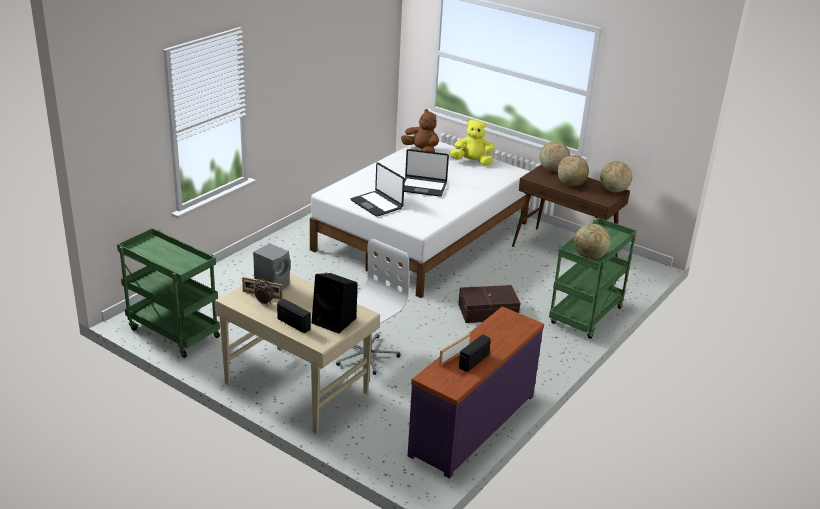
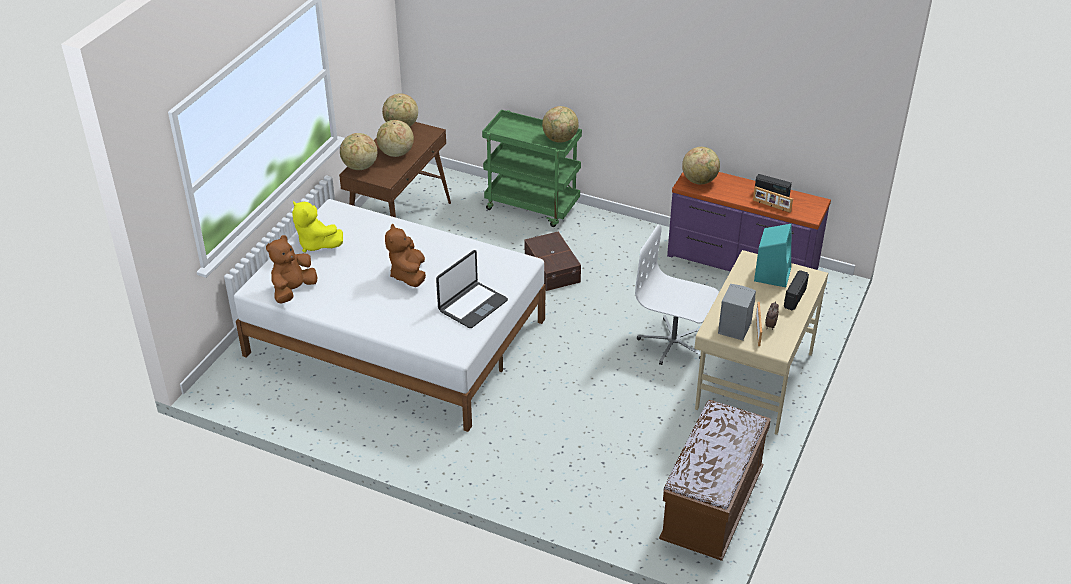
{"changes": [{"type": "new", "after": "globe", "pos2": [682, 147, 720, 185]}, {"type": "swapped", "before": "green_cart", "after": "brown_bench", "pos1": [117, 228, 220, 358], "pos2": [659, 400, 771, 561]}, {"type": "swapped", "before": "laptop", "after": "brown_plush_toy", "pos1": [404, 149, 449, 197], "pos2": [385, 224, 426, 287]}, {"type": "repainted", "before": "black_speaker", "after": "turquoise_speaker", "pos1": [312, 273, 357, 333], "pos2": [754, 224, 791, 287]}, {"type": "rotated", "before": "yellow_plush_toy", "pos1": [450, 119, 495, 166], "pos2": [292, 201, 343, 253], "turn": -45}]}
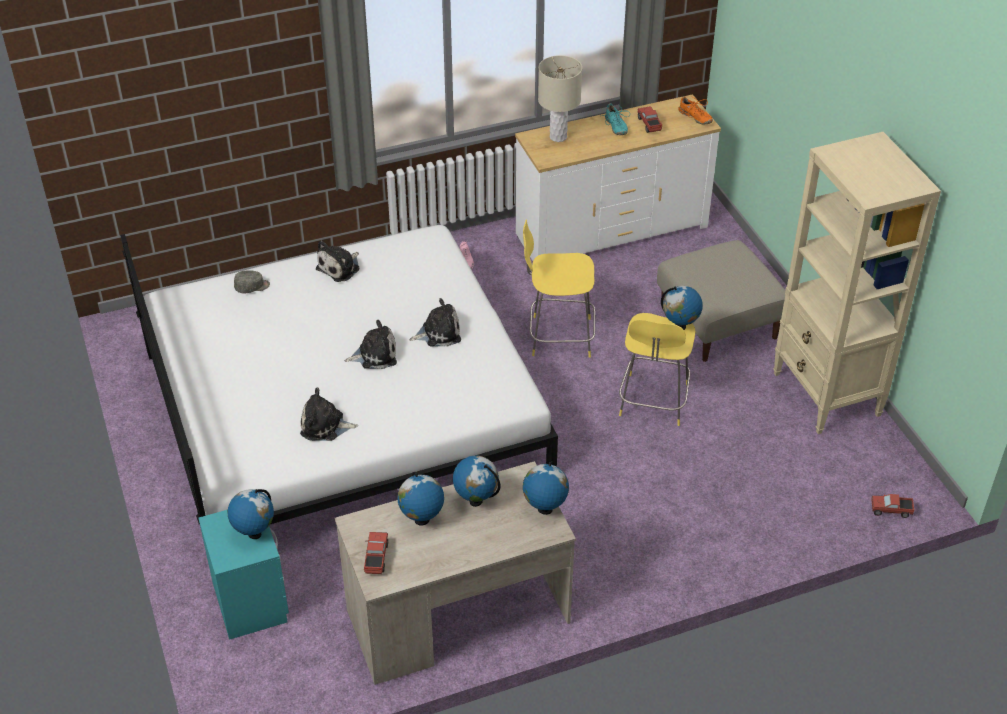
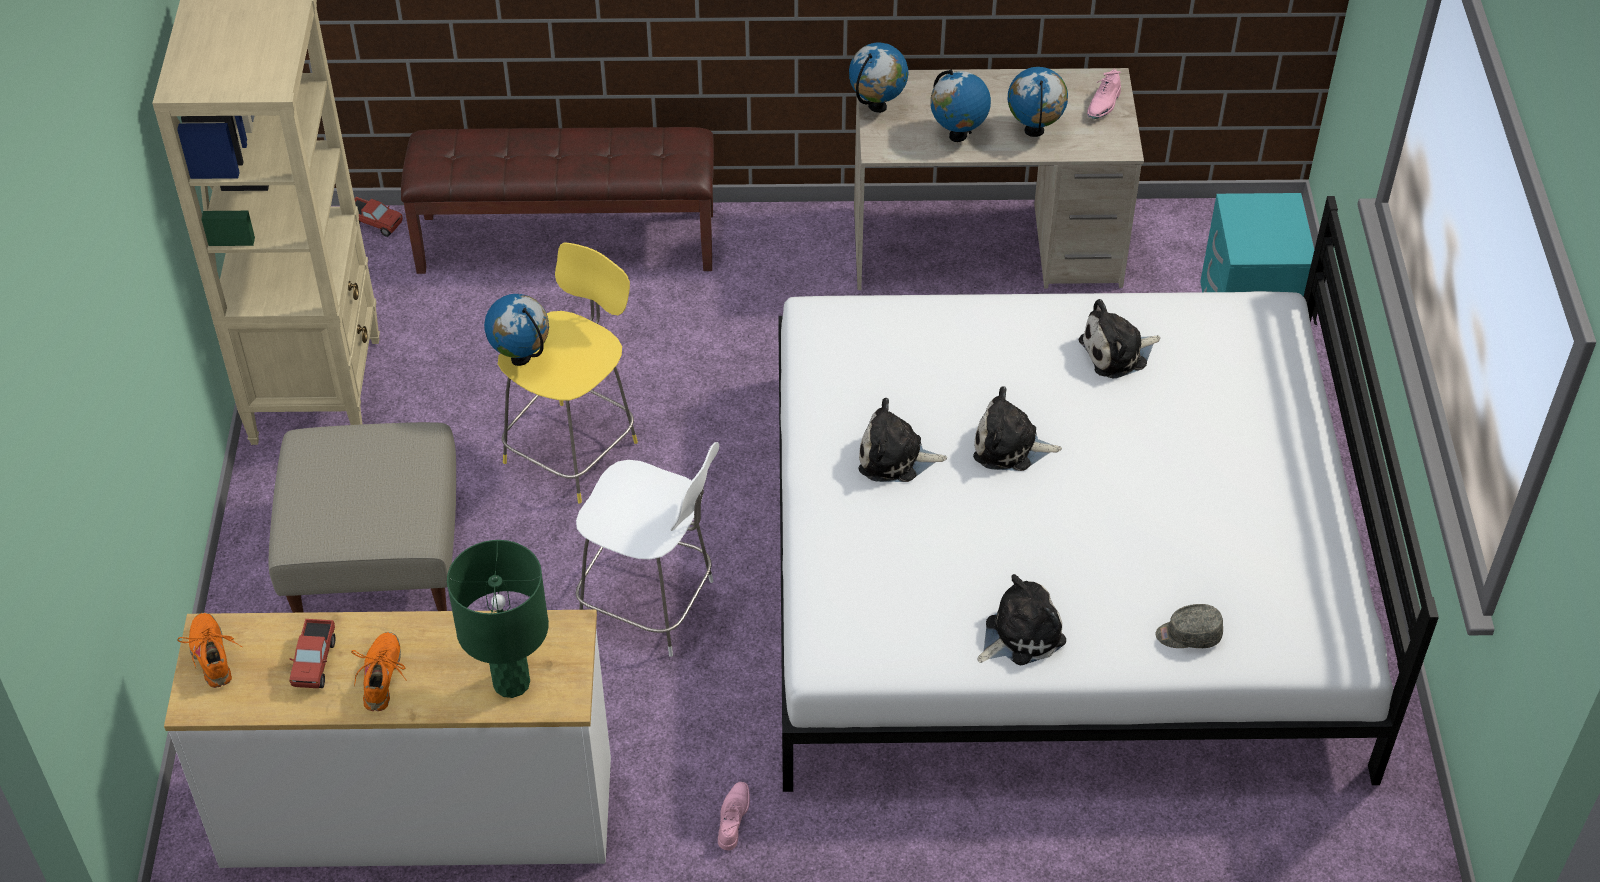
{"changes": [{"type": "gone", "before": "globe", "pos1": [228, 489, 274, 539]}, {"type": "new", "after": "brown_bench", "pos2": [401, 127, 714, 274]}, {"type": "swapped", "before": "toy_truck", "after": "pink_shoe", "pos1": [364, 532, 389, 574], "pos2": [1087, 68, 1121, 119]}, {"type": "repainted", "before": "yellow_stool", "after": "white_stool", "pos1": [523, 219, 595, 358], "pos2": [576, 442, 719, 657]}, {"type": "repainted", "before": "beige_table_lamp", "after": "green_table_lamp", "pos1": [538, 55, 582, 142], "pos2": [447, 540, 549, 698]}, {"type": "repainted", "before": "turquoise_shoe", "after": "orange_shoe", "pos1": [603, 103, 630, 135], "pos2": [351, 632, 407, 711]}, {"type": "rotated", "before": "plush_toy", "pos1": [300, 388, 358, 441], "pos2": [1078, 299, 1160, 378], "turn": 135}]}
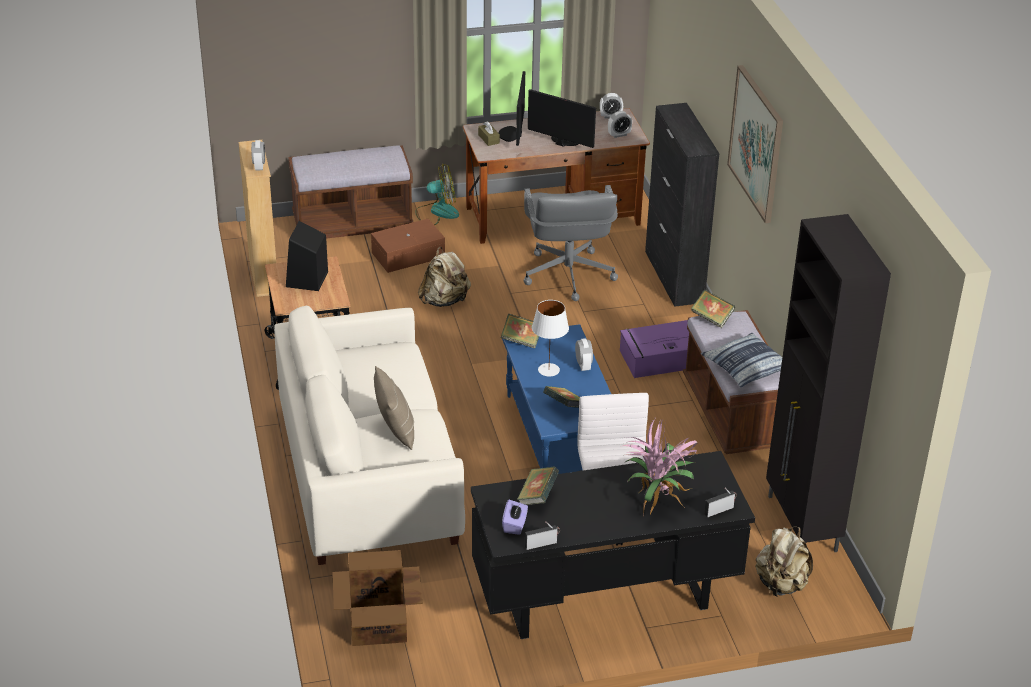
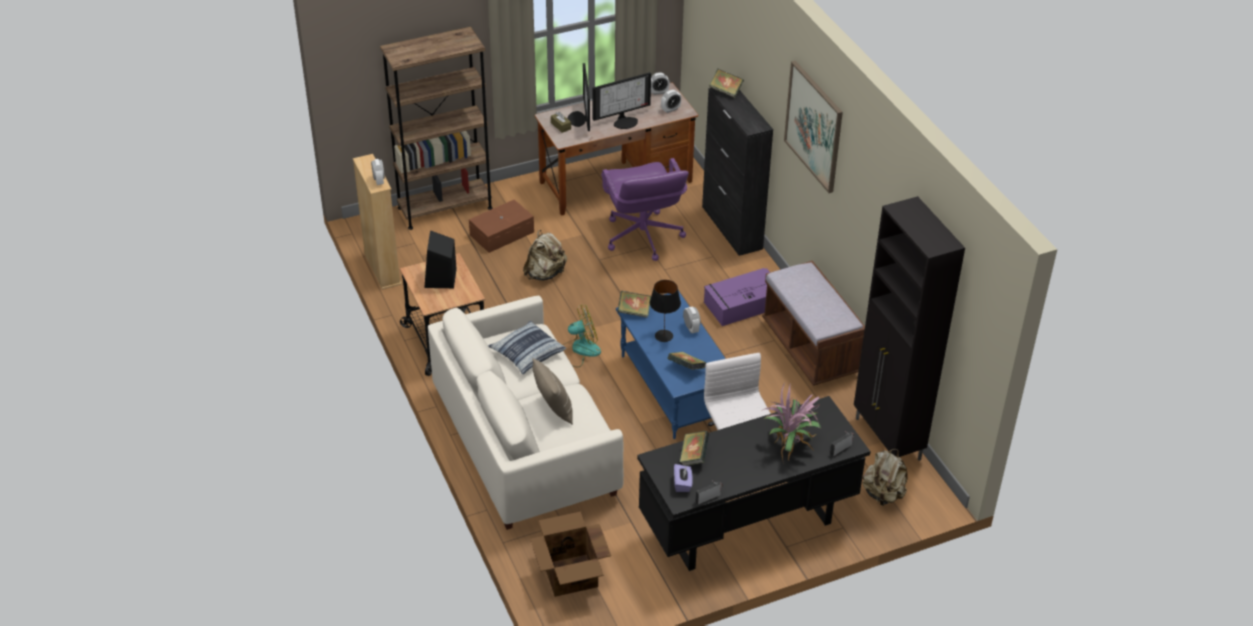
{"changes": [{"type": "shifted", "before": "fan", "pos1": [415, 164, 459, 225], "pos2": [563, 305, 601, 368]}, {"type": "shifted", "before": "book", "pos1": [691, 290, 735, 328], "pos2": [709, 69, 744, 98]}, {"type": "shifted", "before": "pillow", "pos1": [701, 333, 782, 387], "pos2": [488, 321, 566, 374]}, {"type": "swapped", "before": "brown_bench", "after": "brown_bookcase", "pos1": [288, 145, 413, 239], "pos2": [380, 27, 493, 230]}, {"type": "repainted", "before": "grey_office_chair", "after": "purple_office_chair", "pos1": [524, 185, 618, 301], "pos2": [601, 158, 689, 261]}, {"type": "repainted", "before": "white_table_lamp", "after": "black_table_lamp", "pos1": [532, 300, 569, 377], "pos2": [650, 280, 681, 342]}, {"type": "rotated", "before": "monitor", "pos1": [528, 89, 596, 148], "pos2": [592, 72, 651, 129], "turn": 135}]}
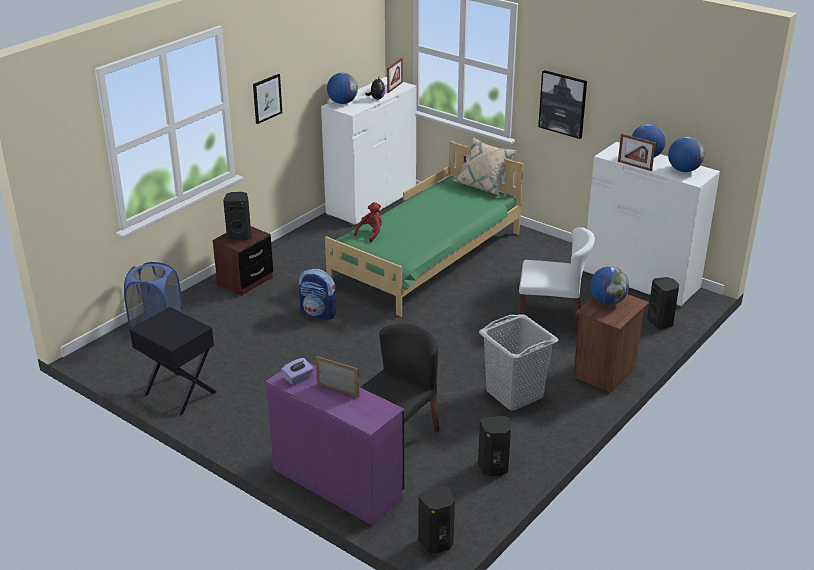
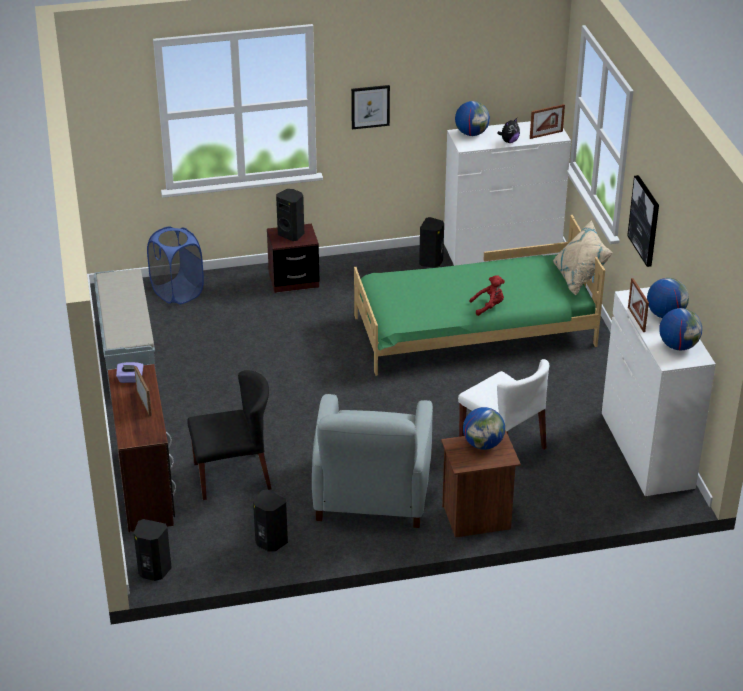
{"changes": [{"type": "gone", "before": "backpack", "pos1": [299, 269, 336, 320]}, {"type": "shifted", "before": "red_plush_toy", "pos1": [354, 202, 382, 242], "pos2": [469, 275, 505, 316]}, {"type": "shifted", "before": "black_speaker", "pos1": [647, 277, 679, 330], "pos2": [419, 217, 444, 268]}, {"type": "swapped", "before": "black_nightstand", "after": "grey_bench", "pos1": [130, 307, 217, 417], "pos2": [94, 269, 156, 399]}, {"type": "swapped", "before": "grey_laundry_basket", "after": "grey_armchair", "pos1": [479, 314, 558, 410], "pos2": [312, 394, 433, 528]}, {"type": "repainted", "before": "purple_desk", "after": "brown_desk", "pos1": [266, 363, 404, 526], "pos2": [108, 364, 176, 532]}]}
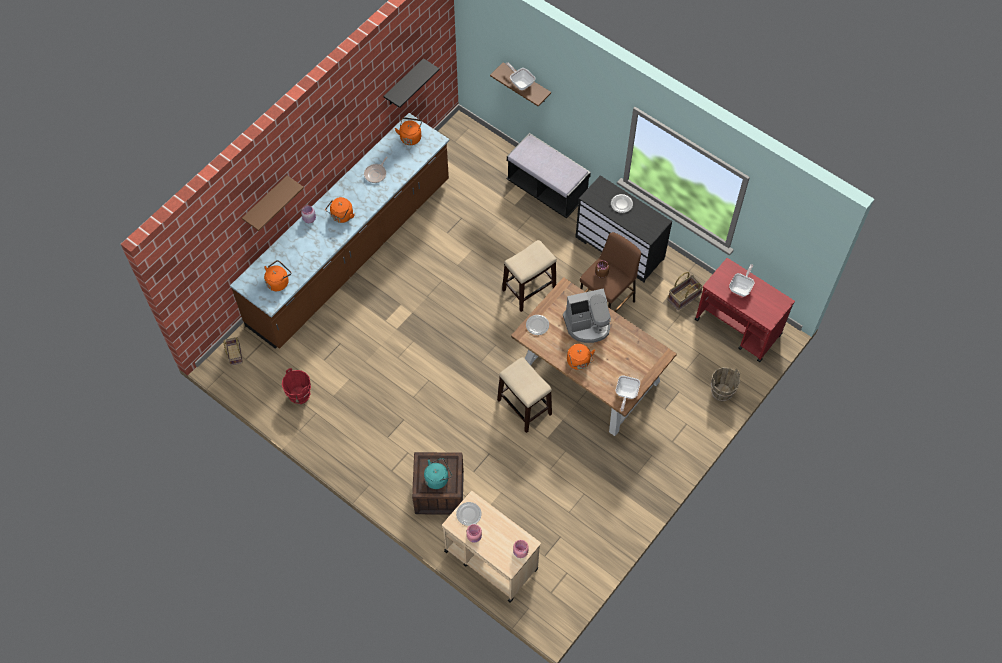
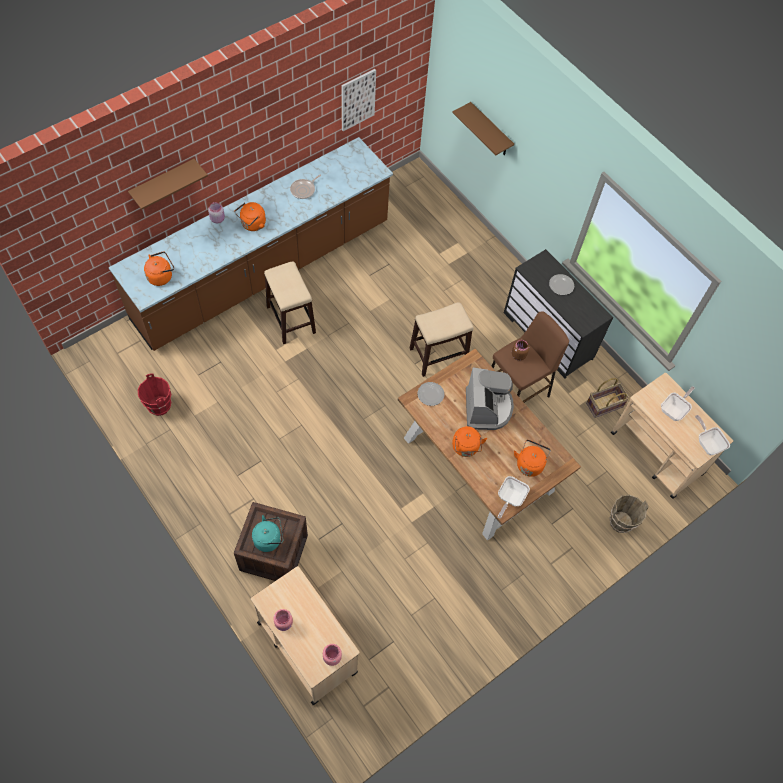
{"changes": [{"type": "gone", "before": "basket", "pos1": [223, 337, 243, 366]}, {"type": "gone", "before": "plate", "pos1": [456, 502, 481, 526]}, {"type": "gone", "before": "black_bench", "pos1": [507, 133, 591, 218]}, {"type": "shifted", "before": "orange_kettle", "pos1": [395, 117, 422, 145], "pos2": [514, 440, 551, 477]}, {"type": "shifted", "before": "stool", "pos1": [497, 357, 552, 433], "pos2": [264, 262, 316, 344]}, {"type": "shifted", "before": "frying_pan", "pos1": [505, 62, 535, 90], "pos2": [695, 415, 730, 455]}, {"type": "swapped", "before": "black_shelf", "after": "picture", "pos1": [383, 58, 440, 108], "pos2": [341, 69, 376, 131]}, {"type": "repainted", "before": "red_cart", "after": "beige_cart", "pos1": [695, 258, 795, 362], "pos2": [611, 373, 733, 499]}, {"type": "rotated", "before": "coffee_machine", "pos1": [563, 288, 611, 343], "pos2": [466, 368, 514, 430], "turn": -90}]}
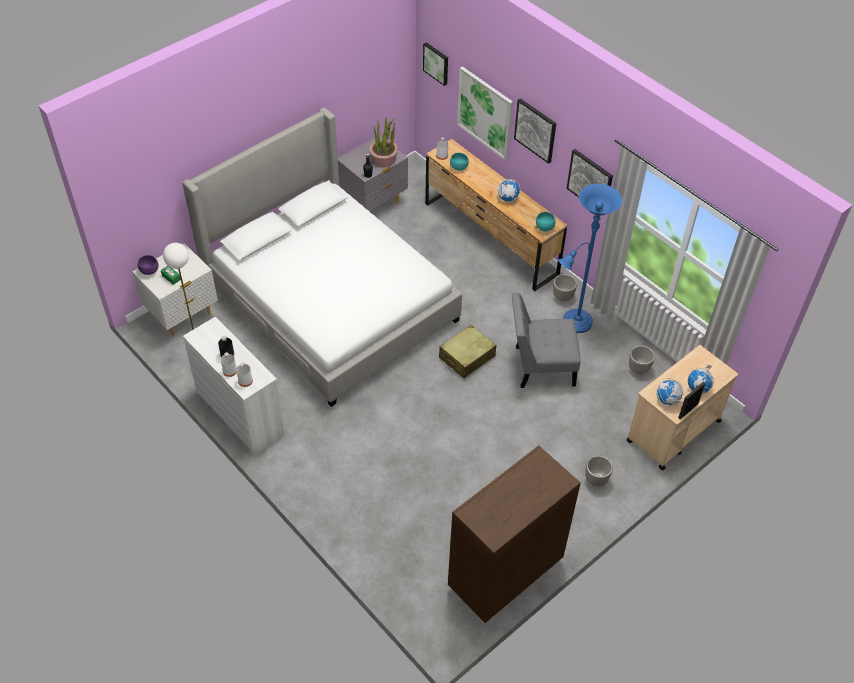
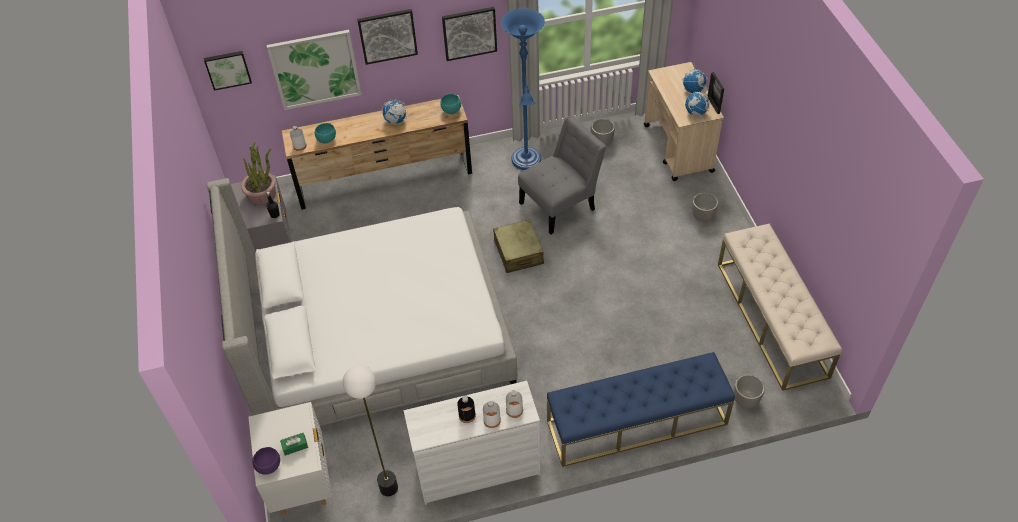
{"changes": [{"type": "new", "after": "blue_bench", "pos2": [547, 352, 735, 467]}, {"type": "shifted", "before": "planter", "pos1": [553, 274, 577, 302], "pos2": [734, 374, 765, 408]}, {"type": "swapped", "before": "brown_dresser", "after": "beige_bench", "pos1": [448, 445, 581, 623], "pos2": [718, 223, 842, 391]}, {"type": "rotated", "before": "grey_chair", "pos1": [512, 292, 581, 388], "pos2": [518, 116, 606, 234], "turn": -150}]}
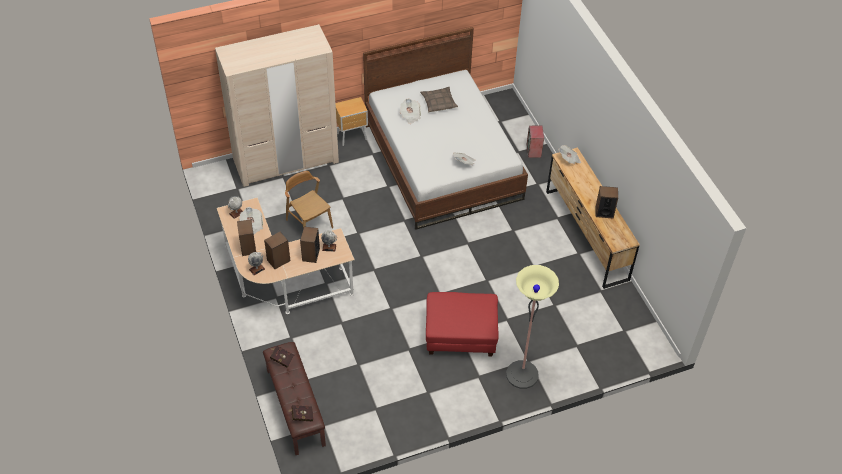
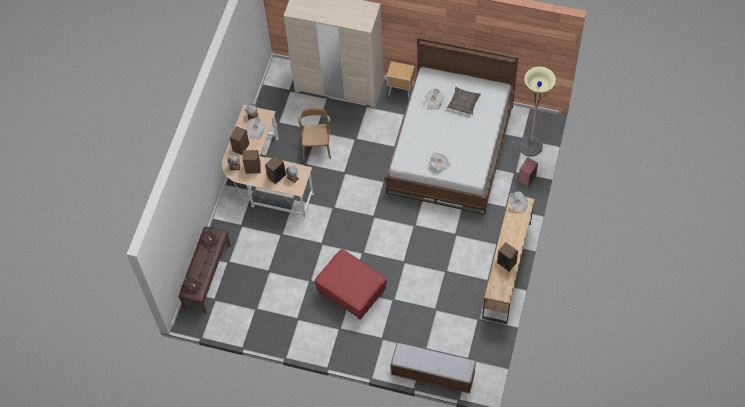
{"changes": [{"type": "new", "after": "bench", "pos2": [390, 343, 476, 393]}, {"type": "shifted", "before": "floor_lamp", "pos1": [506, 265, 559, 389], "pos2": [518, 66, 556, 157]}]}
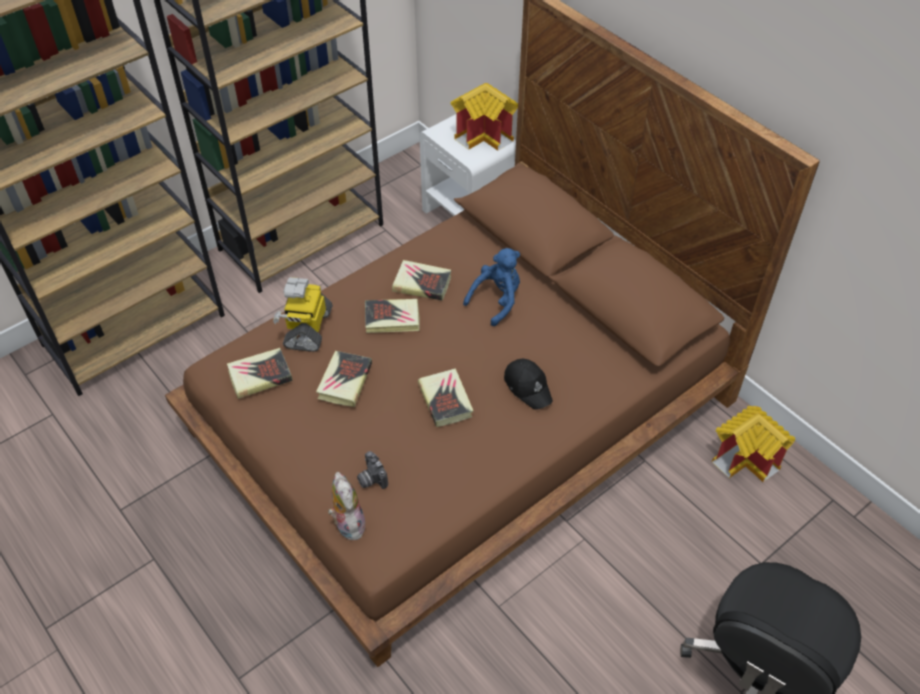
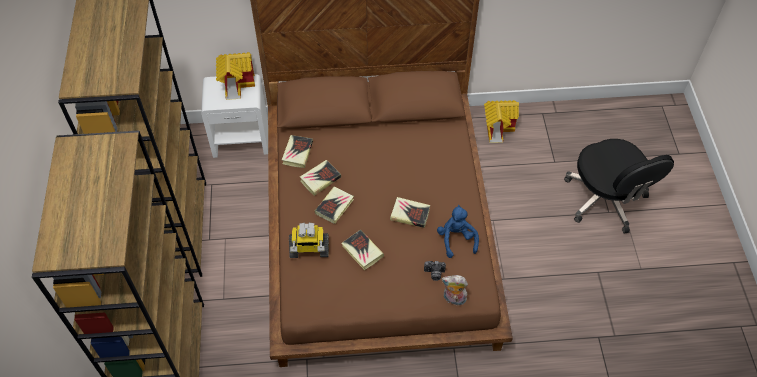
{"changes": [{"type": "gone", "before": "black_cap", "pos1": [504, 359, 553, 410]}, {"type": "shifted", "before": "book", "pos1": [227, 348, 293, 399], "pos2": [282, 135, 313, 168]}, {"type": "shifted", "before": "blue_plush_toy", "pos1": [463, 248, 520, 326], "pos2": [437, 205, 479, 258]}, {"type": "rotated", "before": "toy_robot", "pos1": [273, 277, 333, 352], "pos2": [289, 223, 329, 258], "turn": -45}]}
